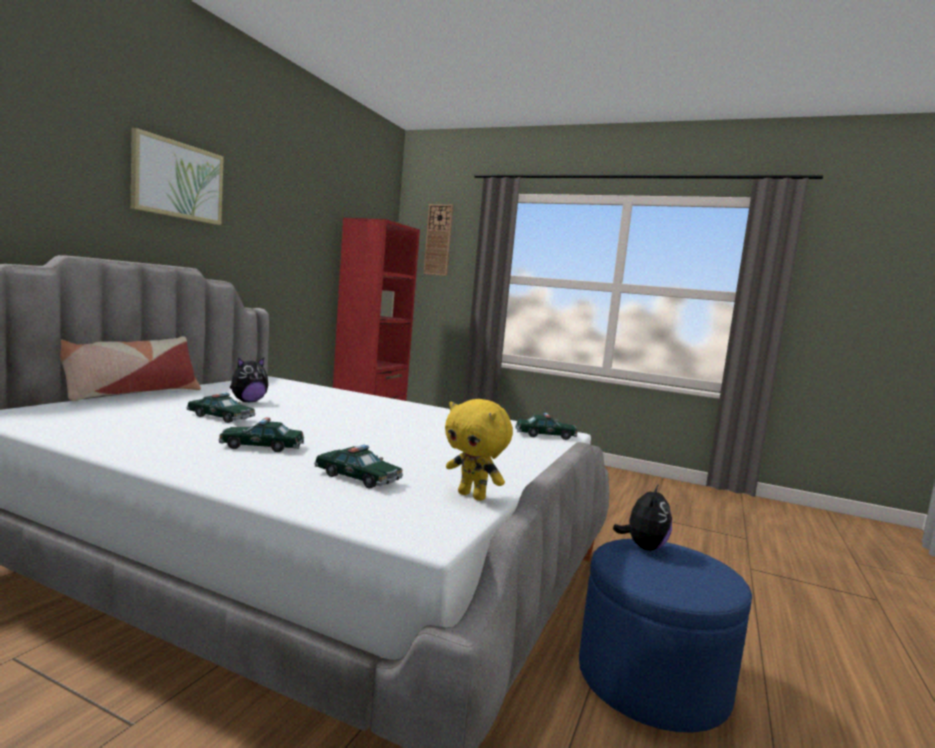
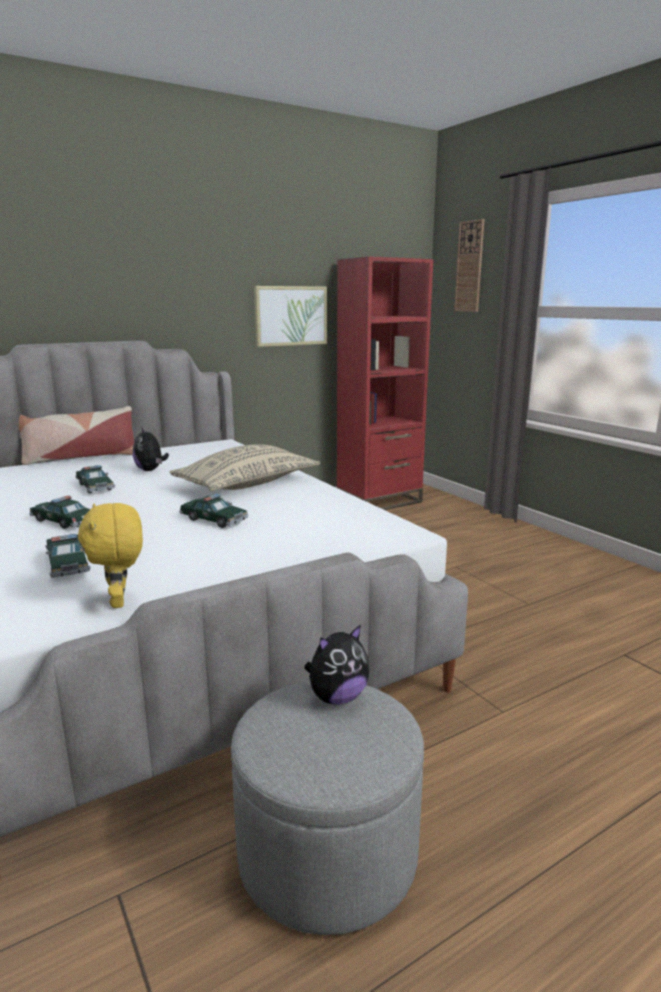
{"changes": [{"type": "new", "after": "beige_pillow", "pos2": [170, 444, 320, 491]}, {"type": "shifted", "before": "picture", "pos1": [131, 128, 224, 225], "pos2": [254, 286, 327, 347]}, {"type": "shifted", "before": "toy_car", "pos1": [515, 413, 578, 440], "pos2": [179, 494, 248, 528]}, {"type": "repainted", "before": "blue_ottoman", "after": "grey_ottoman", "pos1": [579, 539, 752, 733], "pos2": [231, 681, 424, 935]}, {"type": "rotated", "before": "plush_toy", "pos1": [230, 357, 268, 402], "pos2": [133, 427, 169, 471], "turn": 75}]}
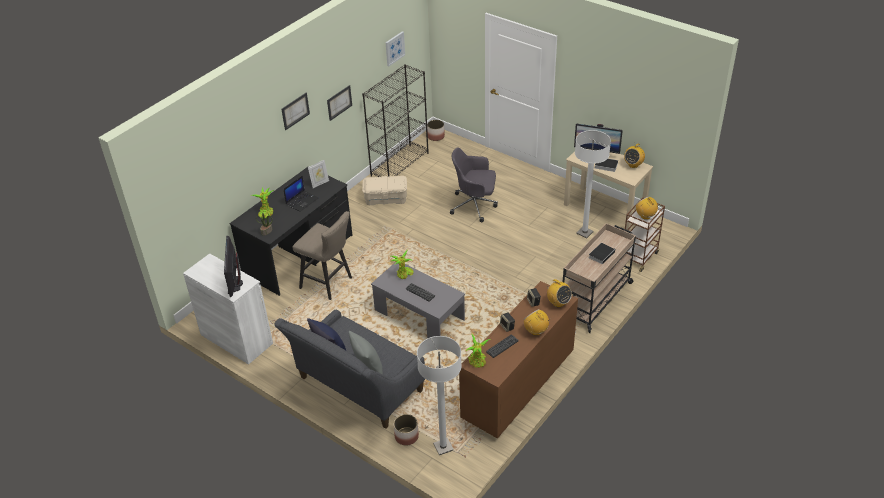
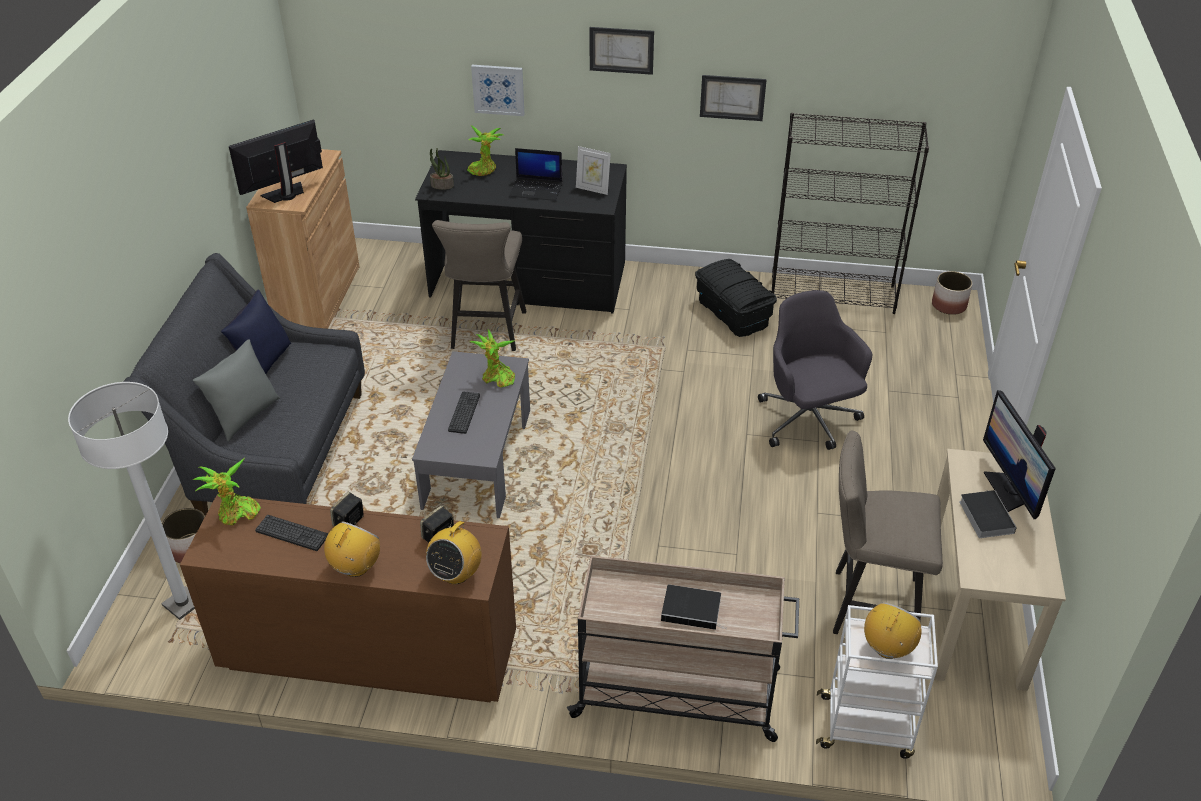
{"changes": [{"type": "gone", "before": "radio", "pos1": [624, 144, 645, 168]}, {"type": "shifted", "before": "picture", "pos1": [386, 31, 405, 66], "pos2": [471, 65, 525, 116]}, {"type": "swapped", "before": "white_floor_lamp", "after": "beige_stool", "pos1": [575, 130, 611, 238], "pos2": [833, 430, 943, 634]}, {"type": "repainted", "before": "white_cabinet", "after": "brown_cabinet", "pos1": [183, 253, 273, 365], "pos2": [246, 149, 360, 329]}, {"type": "repainted", "before": "beige_storage_box", "after": "black_storage_box", "pos1": [362, 175, 407, 206], "pos2": [695, 259, 777, 337]}, {"type": "repainted", "before": "brown_cart", "after": "white_cart", "pos1": [625, 197, 665, 272], "pos2": [816, 605, 938, 759]}]}
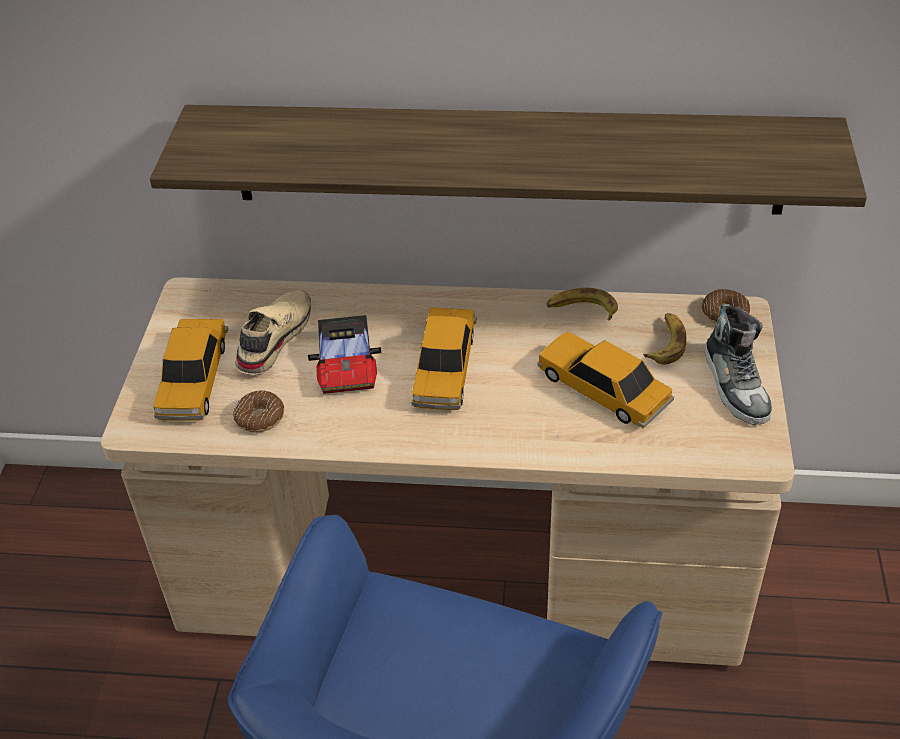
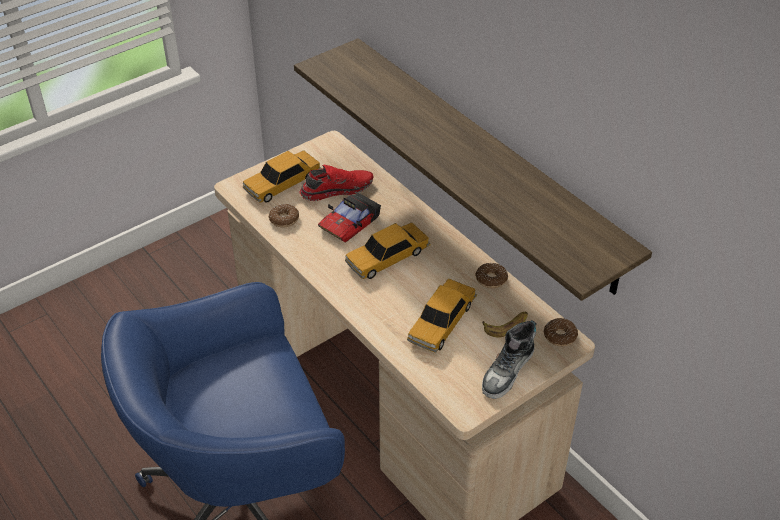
{"changes": [{"type": "swapped", "before": "banana", "after": "donut", "pos1": [546, 288, 618, 320], "pos2": [475, 263, 508, 288]}, {"type": "repainted", "before": "beige_shoe", "after": "red_shoe", "pos1": [235, 290, 311, 375], "pos2": [299, 165, 373, 201]}, {"type": "rotated", "before": "toy_car", "pos1": [537, 332, 674, 429], "pos2": [407, 279, 477, 353], "turn": -150}]}
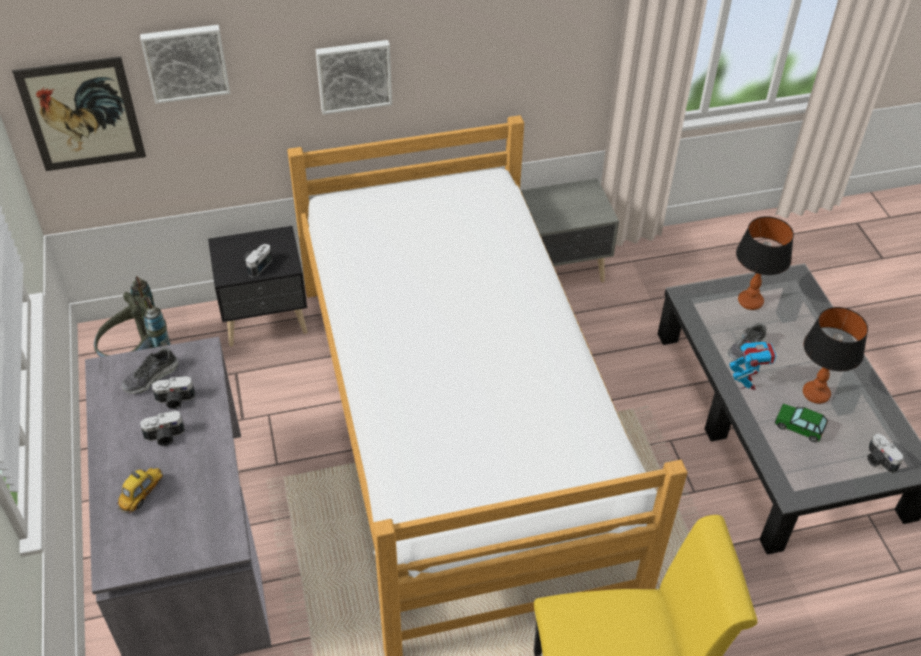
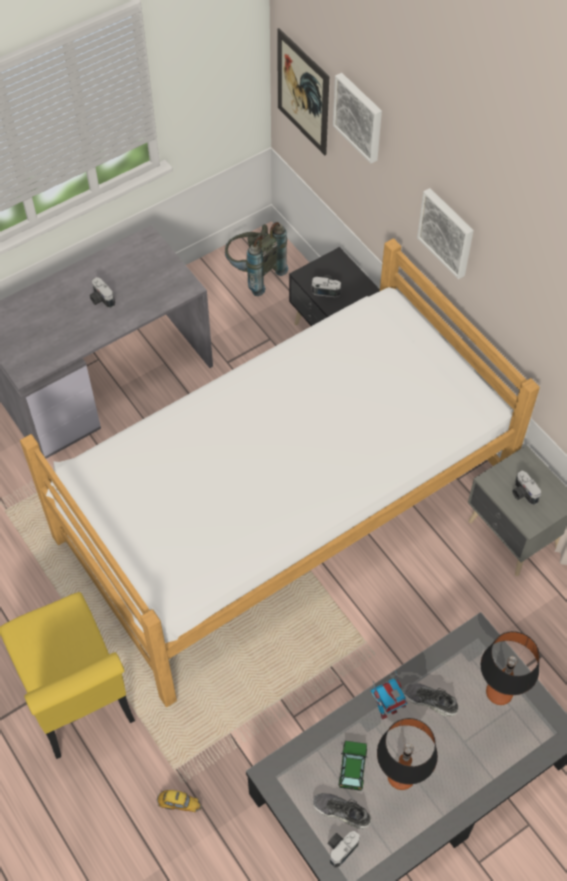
{"changes": [{"type": "shifted", "before": "toy_car", "pos1": [117, 467, 163, 513], "pos2": [157, 790, 202, 812]}, {"type": "shifted", "before": "shoe", "pos1": [121, 347, 178, 394], "pos2": [313, 793, 371, 829]}, {"type": "shifted", "before": "photo_camera", "pos1": [152, 376, 195, 409], "pos2": [512, 471, 541, 505]}]}
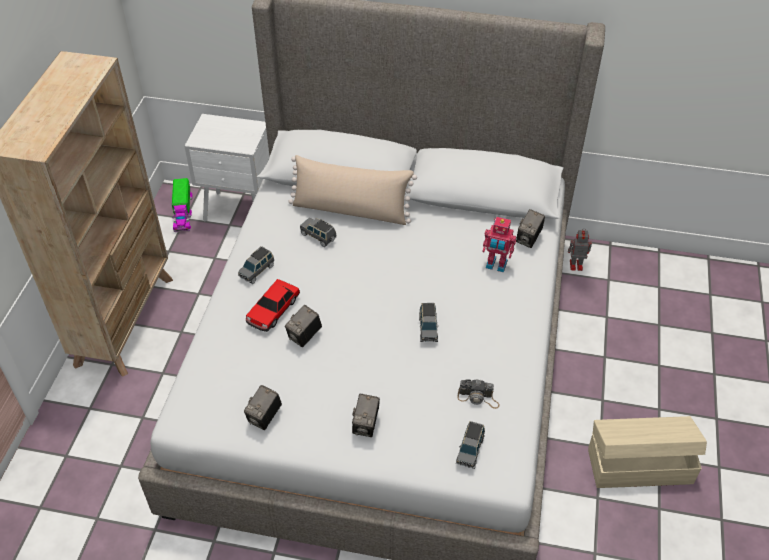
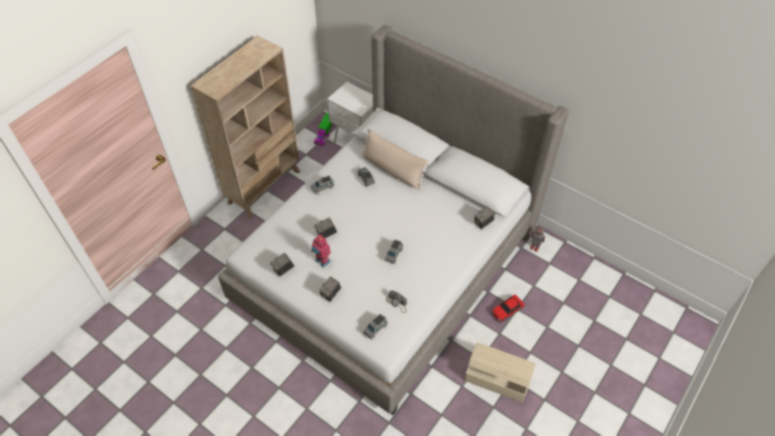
{"changes": [{"type": "shifted", "before": "toy_car", "pos1": [246, 279, 300, 332], "pos2": [491, 295, 525, 323]}, {"type": "shifted", "before": "toy_robot", "pos1": [482, 217, 516, 272], "pos2": [311, 235, 331, 268]}]}
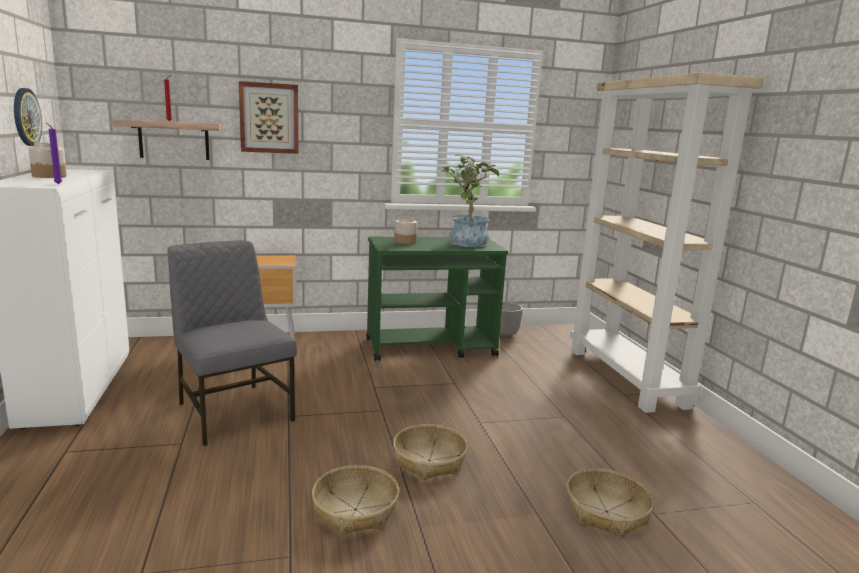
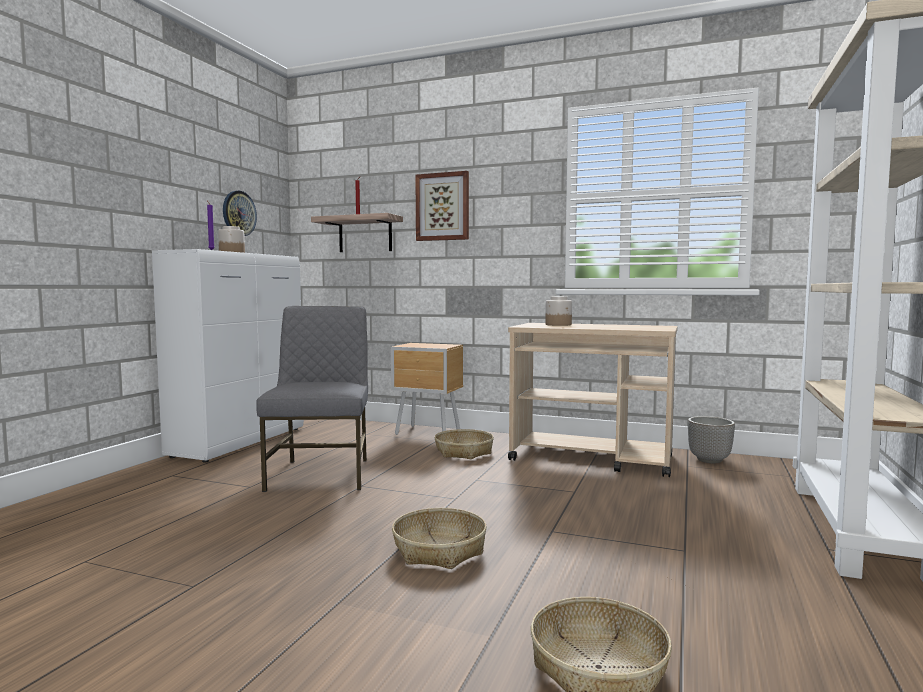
{"changes": [{"type": "gone", "before": "potted_plant", "pos1": [438, 154, 502, 247]}, {"type": "shifted", "before": "basket", "pos1": [312, 465, 399, 535], "pos2": [435, 429, 494, 459]}, {"type": "repainted", "before": "green_cart", "after": "beige_cart", "pos1": [366, 237, 508, 361], "pos2": [508, 323, 678, 477]}]}
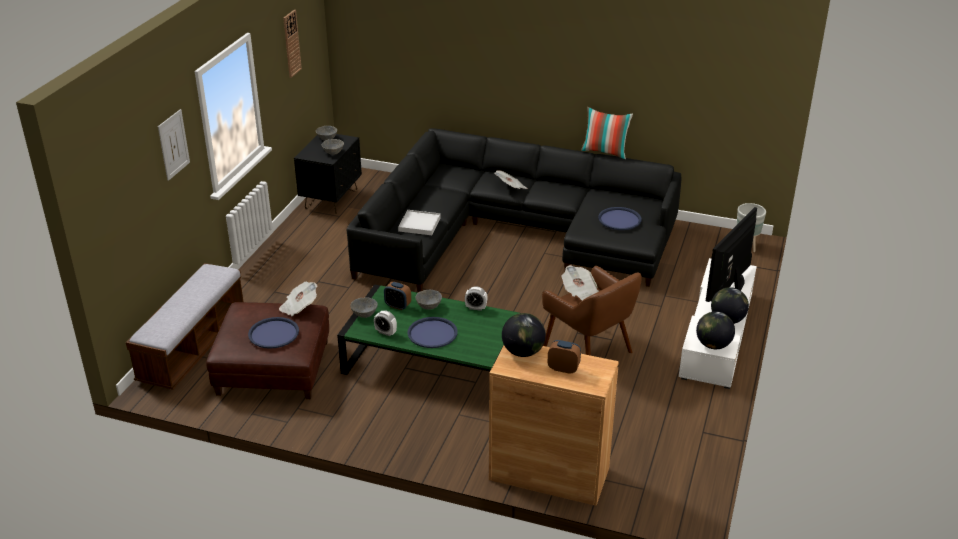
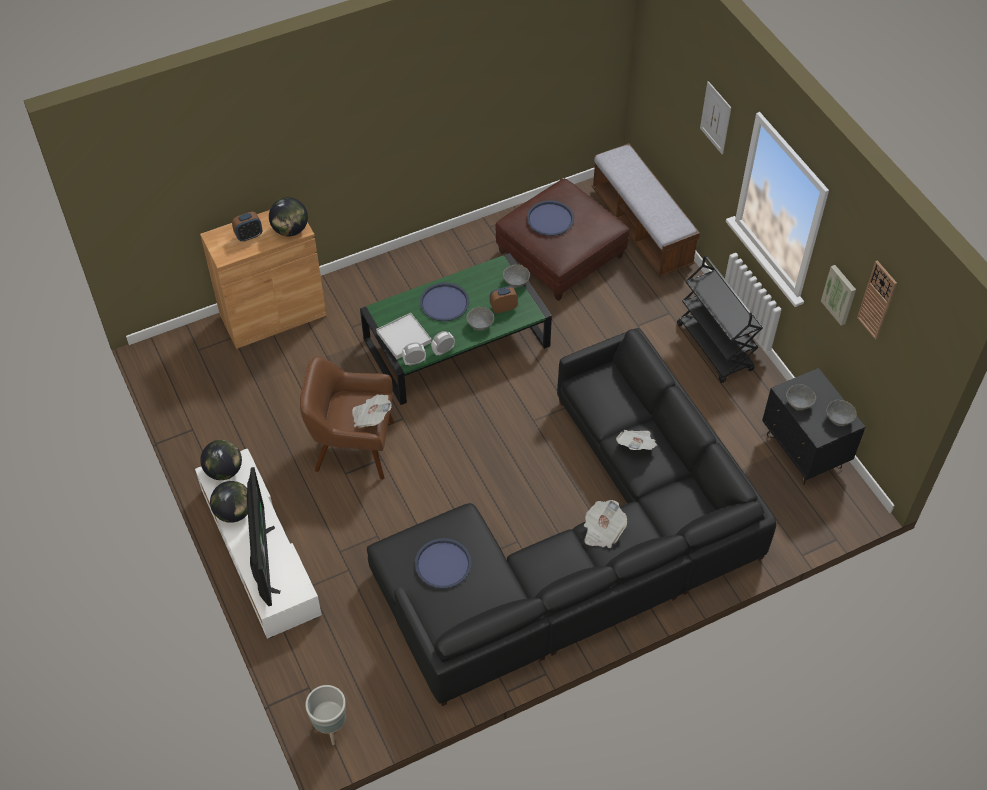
{"changes": [{"type": "gone", "before": "pillow", "pos1": [581, 107, 633, 159]}, {"type": "new", "after": "black_cart", "pos2": [677, 256, 763, 383]}, {"type": "new", "after": "picture", "pos2": [821, 265, 856, 326]}, {"type": "shifted", "before": "newspaper", "pos1": [279, 282, 317, 317], "pos2": [616, 430, 657, 450]}, {"type": "shifted", "before": "alarm_clock", "pos1": [374, 311, 397, 336], "pos2": [402, 342, 426, 366]}, {"type": "shifted", "before": "white_tray", "pos1": [398, 210, 441, 235], "pos2": [376, 313, 432, 359]}]}
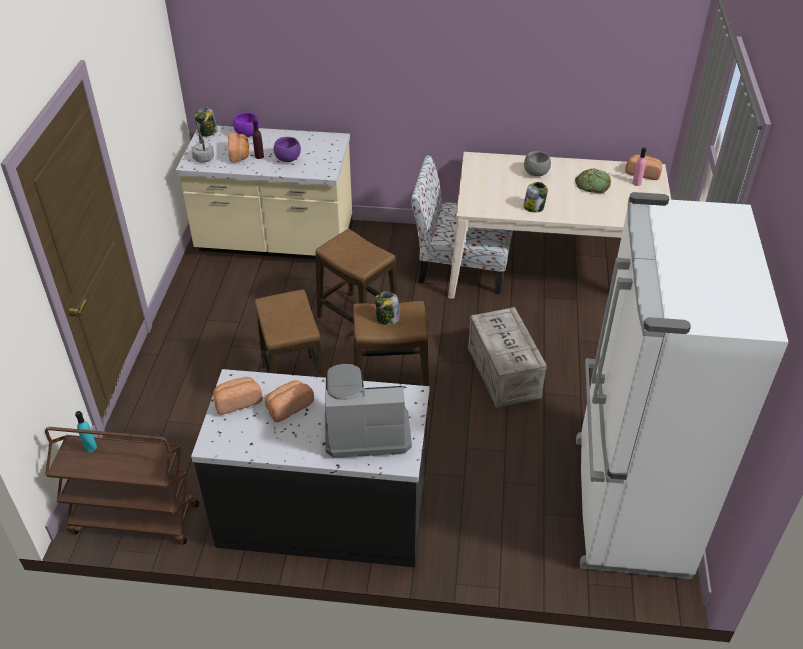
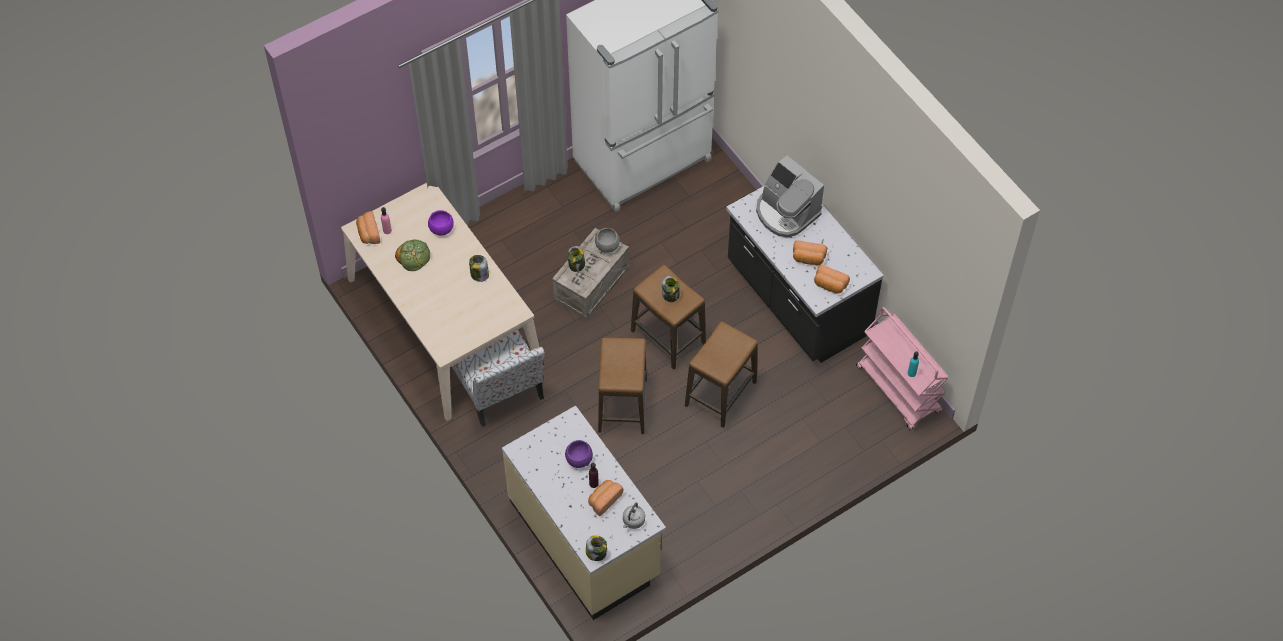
{"changes": [{"type": "new", "after": "jar", "pos2": [567, 246, 585, 272]}, {"type": "shifted", "before": "purple_bowl", "pos1": [233, 112, 259, 137], "pos2": [428, 210, 454, 235]}, {"type": "shifted", "before": "grey_bowl", "pos1": [524, 151, 551, 177], "pos2": [595, 228, 620, 253]}, {"type": "repainted", "before": "brown_cart", "after": "pink_cart", "pos1": [45, 427, 199, 545], "pos2": [856, 307, 949, 430]}]}
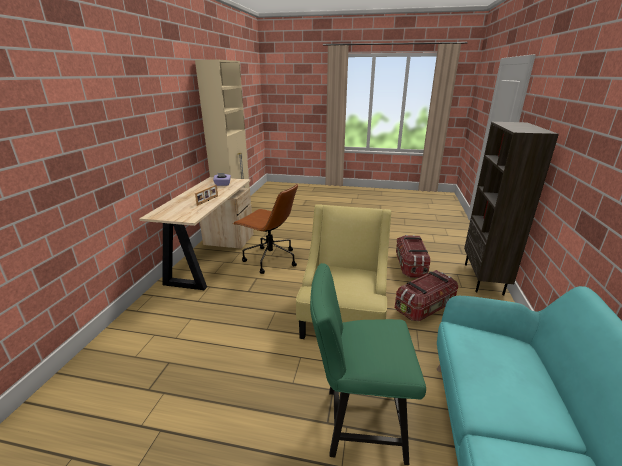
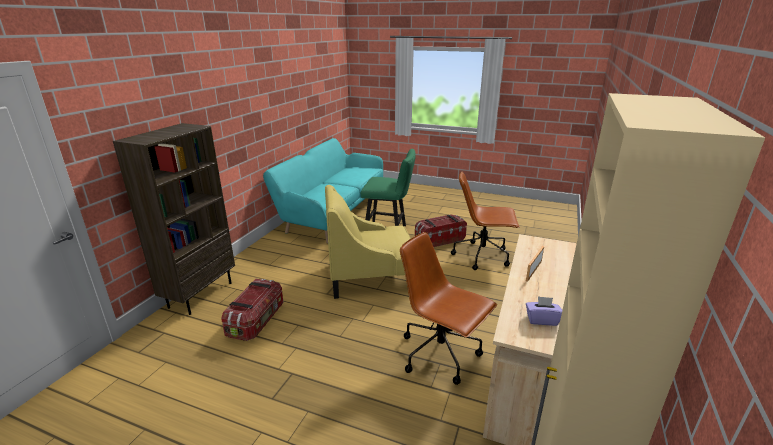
{"changes": [{"type": "new", "after": "brown_office_chair", "pos2": [451, 172, 520, 270]}, {"type": "shifted", "before": "storage_box", "pos1": [395, 270, 458, 321], "pos2": [415, 215, 467, 247]}, {"type": "rotated", "before": "yellow_armchair", "pos1": [296, 204, 391, 339], "pos2": [325, 185, 411, 299], "turn": 60}]}
